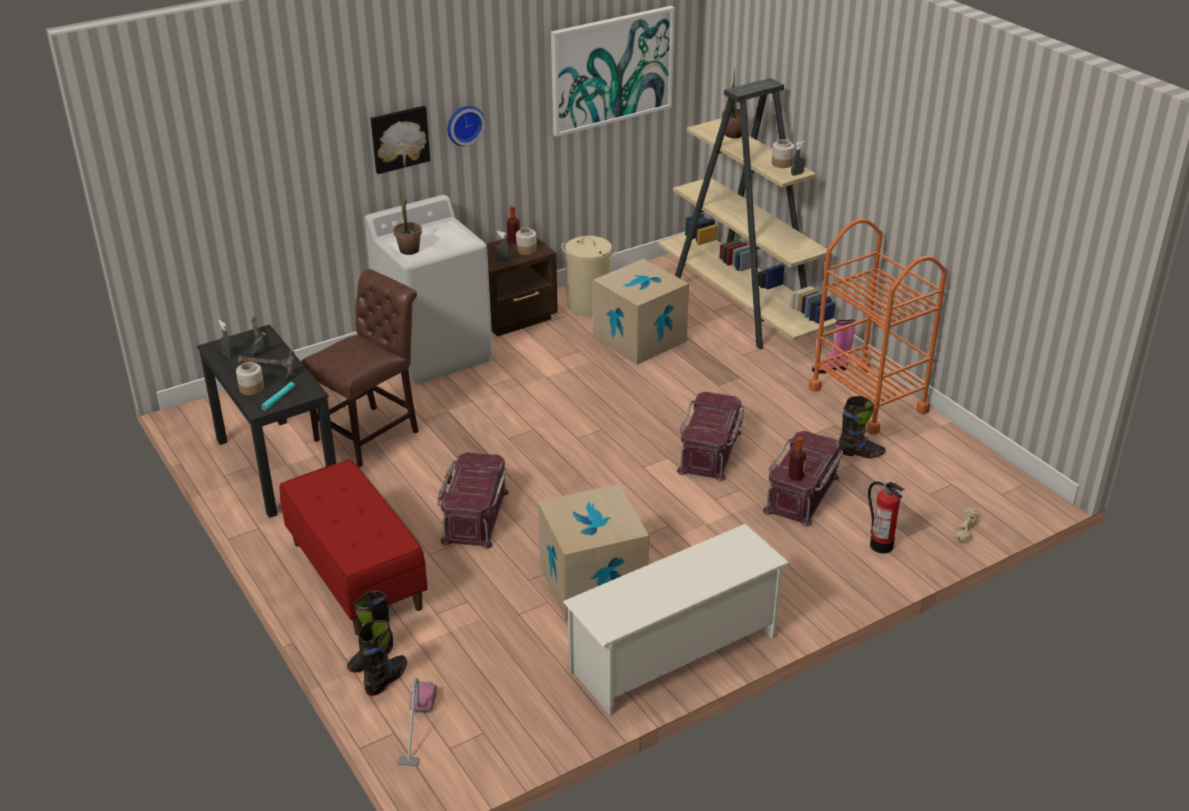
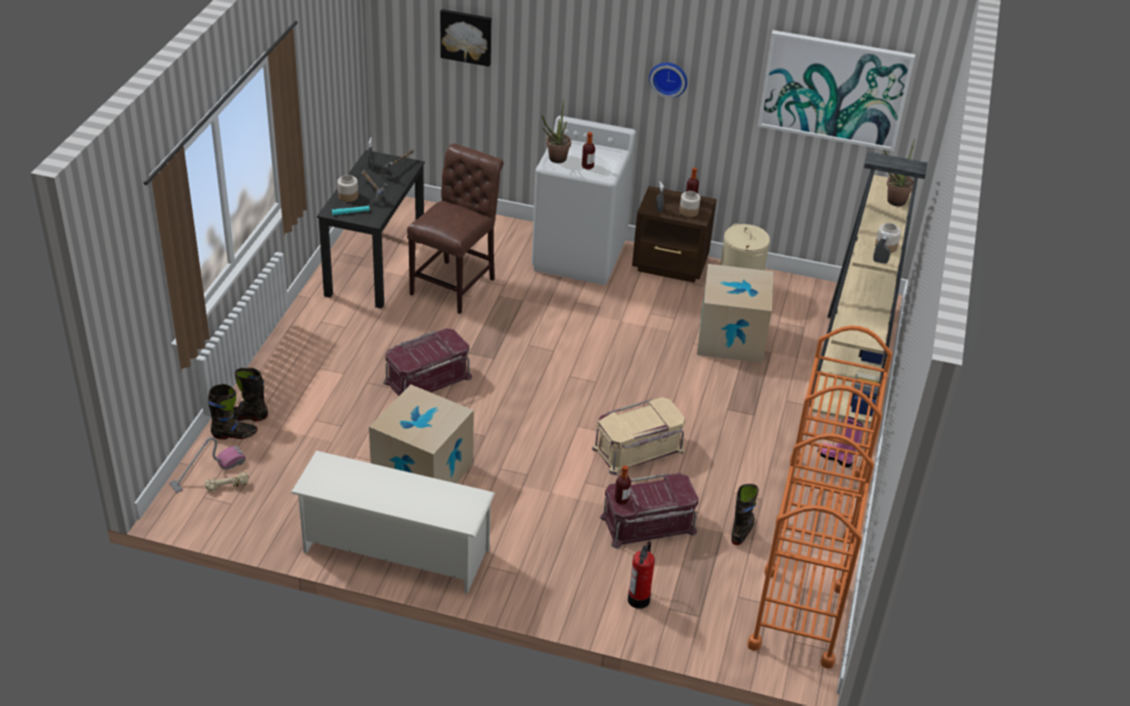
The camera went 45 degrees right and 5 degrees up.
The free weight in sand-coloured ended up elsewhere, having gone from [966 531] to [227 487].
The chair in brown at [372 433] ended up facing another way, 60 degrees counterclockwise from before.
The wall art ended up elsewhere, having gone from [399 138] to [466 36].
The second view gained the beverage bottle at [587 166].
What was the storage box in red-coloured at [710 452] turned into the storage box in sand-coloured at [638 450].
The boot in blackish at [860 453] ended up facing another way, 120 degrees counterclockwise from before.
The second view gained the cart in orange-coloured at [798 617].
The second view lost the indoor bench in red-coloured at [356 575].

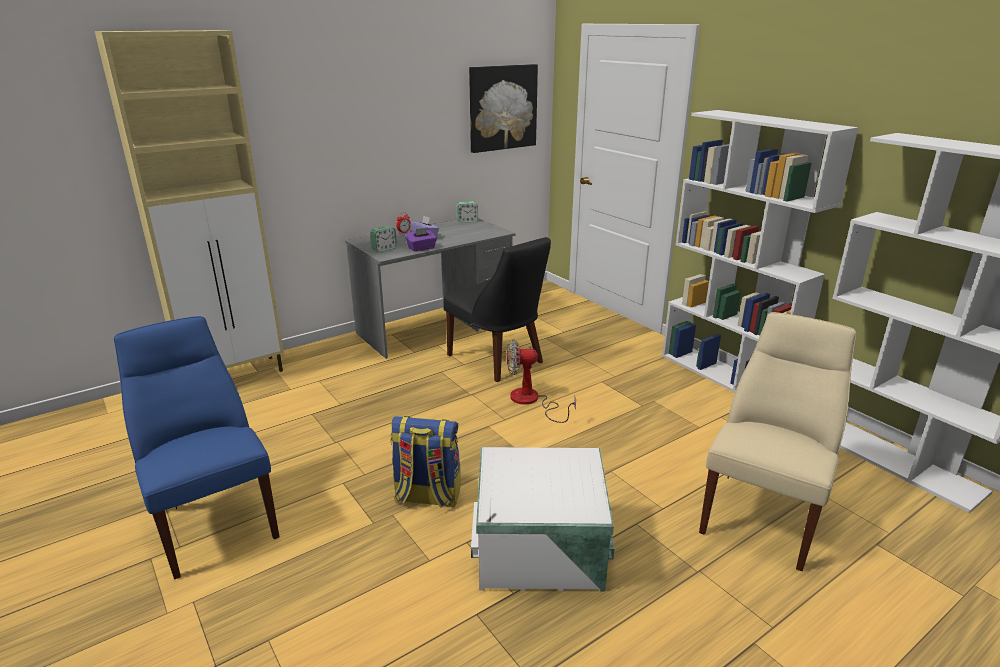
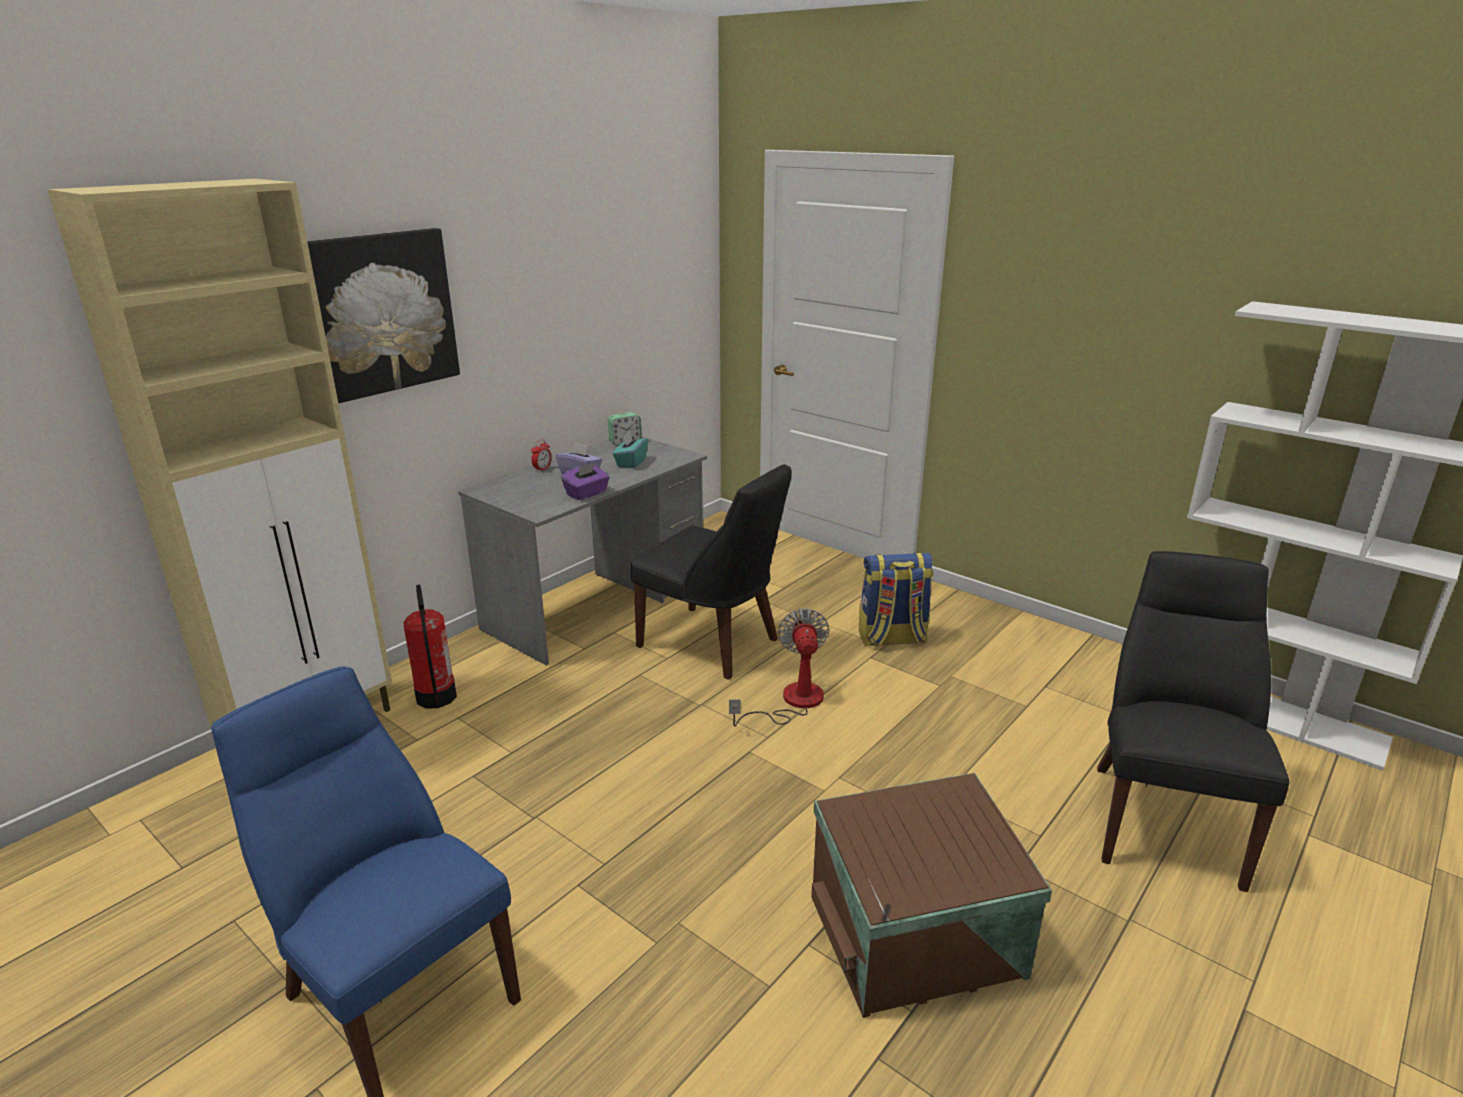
The camera went 15 degrees left and 0 degrees up.
The wall art ended up elsewhere, having gone from [502 107] to [380 313].
The second view gained the fire extinguisher at [436 697].
The second view gained the box of tissues in turquoise at [631 462].
The cooling fan at [531 401] ended up facing another way, 105 degrees clockwise from before.
What was the storage box in white-coloured at [541 553] turned into the storage box in brown at [919 938].
The rucksack ended up elsewhere, having gone from [427 496] to [891 639].
What was the chair in sand-coloured at [763 513] turned into the chair in blackish at [1163 818].
The second view lost the bedside clock at [384 249].
The second view lost the bookcase in white-coloured at [726 376].

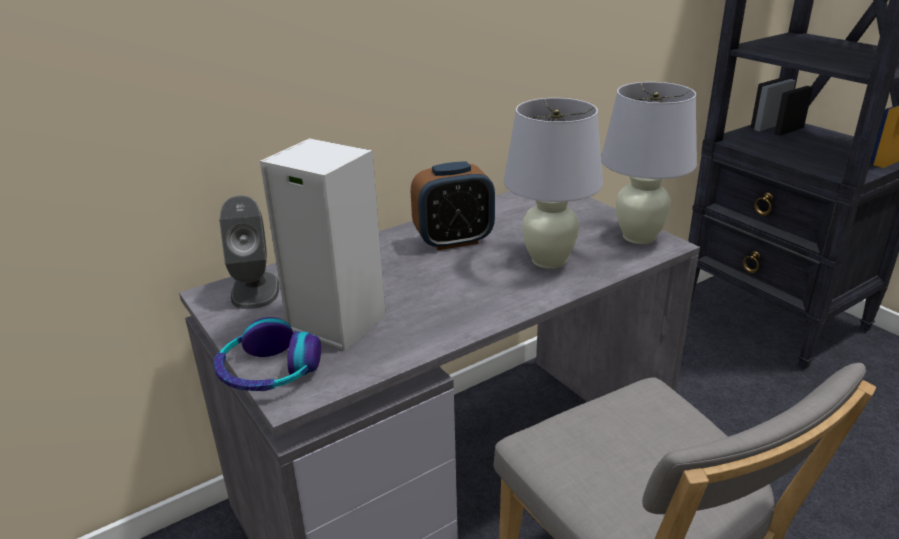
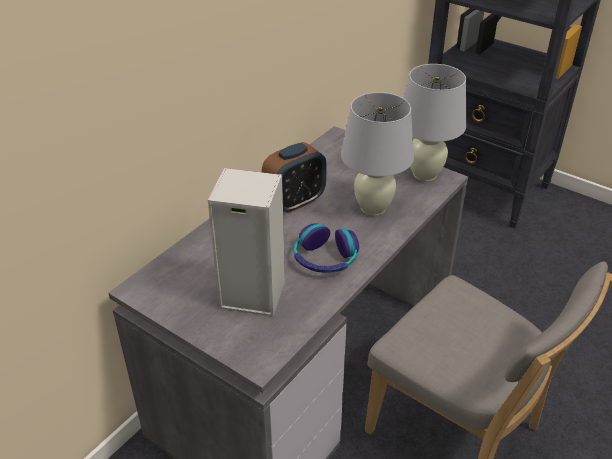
The camera went 20 degrees left and 10 degrees up.
The headset ended up elsewhere, having gone from [268 372] to [325 258].
The second view lost the speaker in greyish at [255 290].

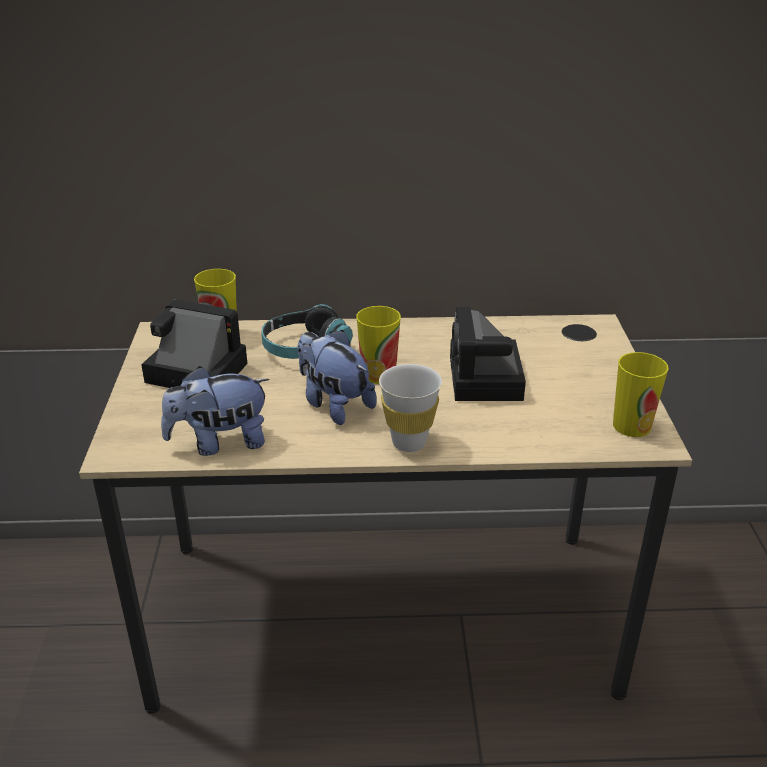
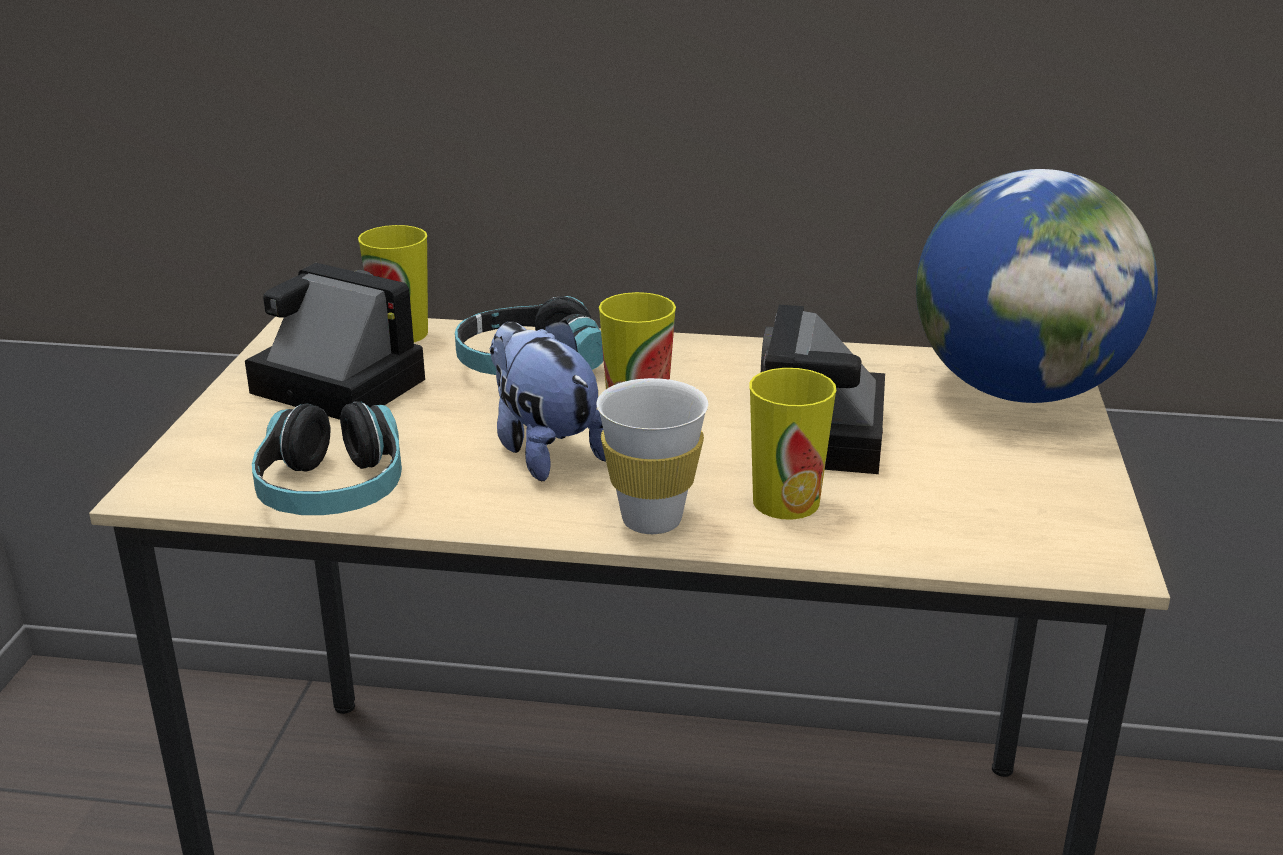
The camera went 10 degrees right and 5 degrees down.
Where the soft toy stood at [220 443], the headset came to stand at [332 490].
The cup ended up elsewhere, having gone from [631 426] to [786 502].
The second view gained the world globe at [1018 390].

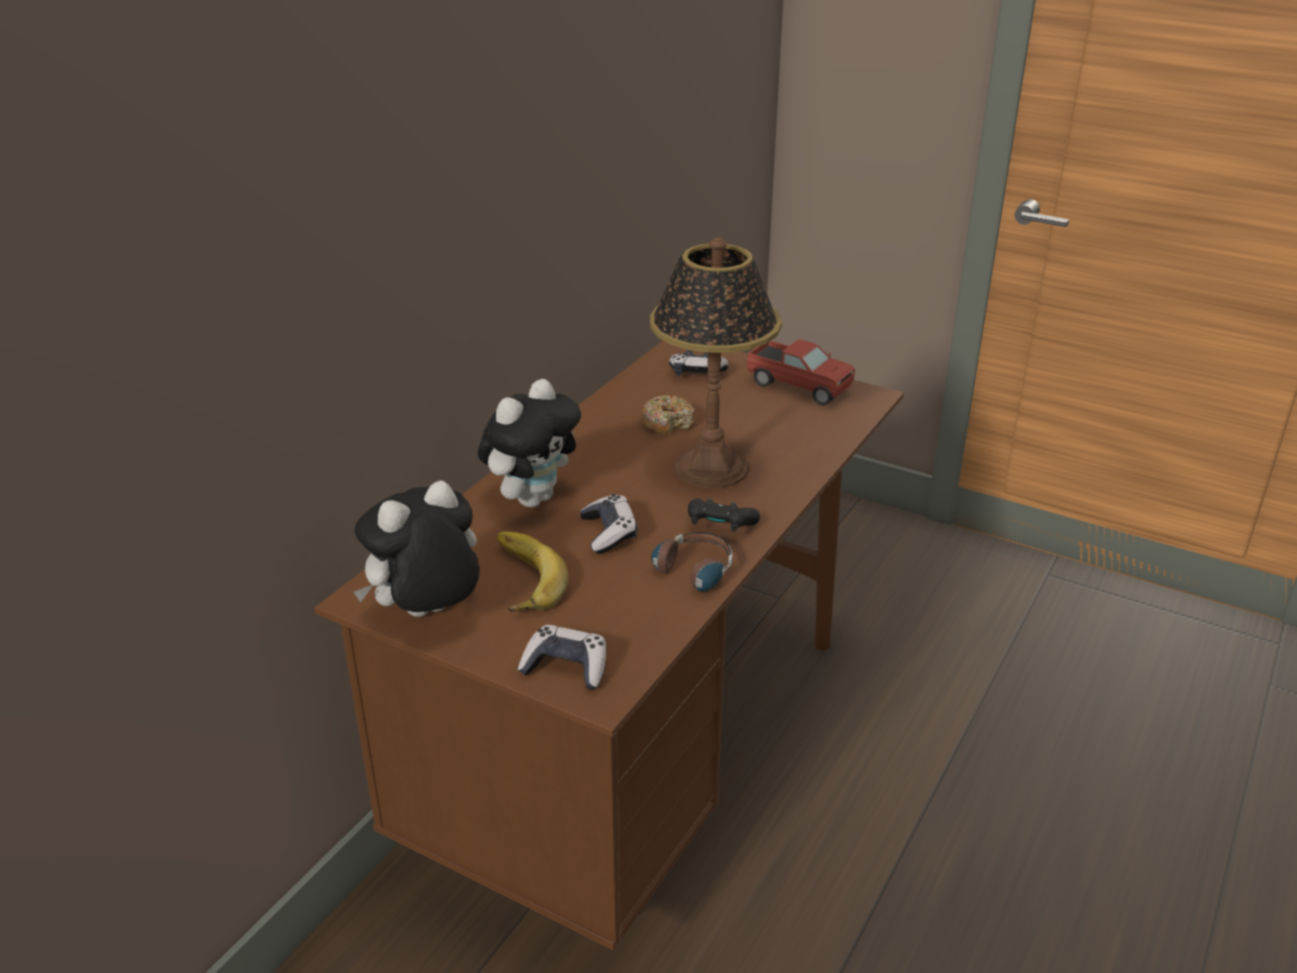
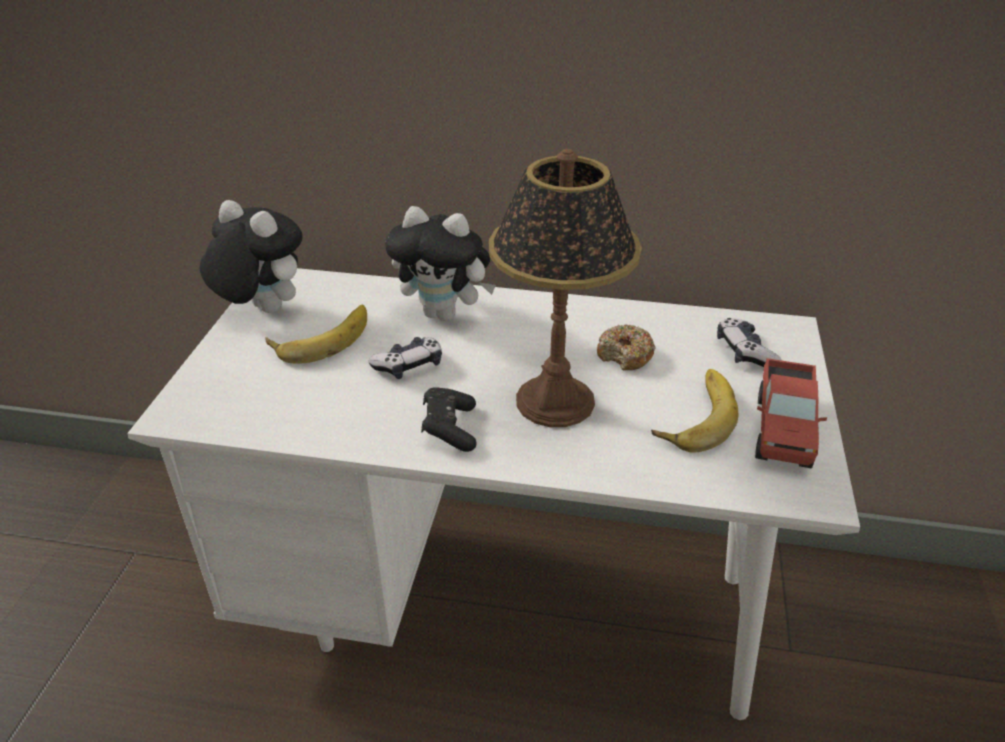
The camera went 70 degrees right and 5 degrees up.
What was the desk table in brown at [647 756] turned into the desk table in white-coloured at [503 605].
The second view gained the banana at [693 415].
The second view lost the gamepad at [566 668].
The second view lost the headset at [687 577].

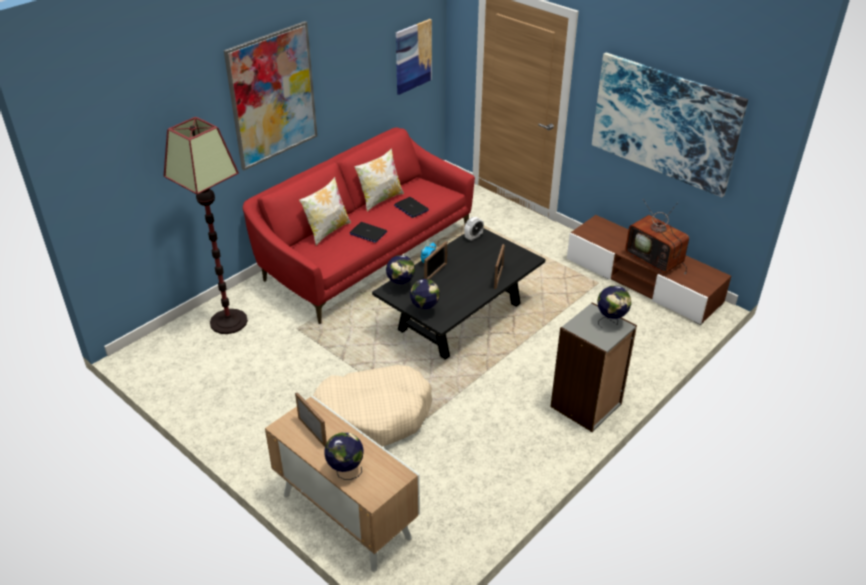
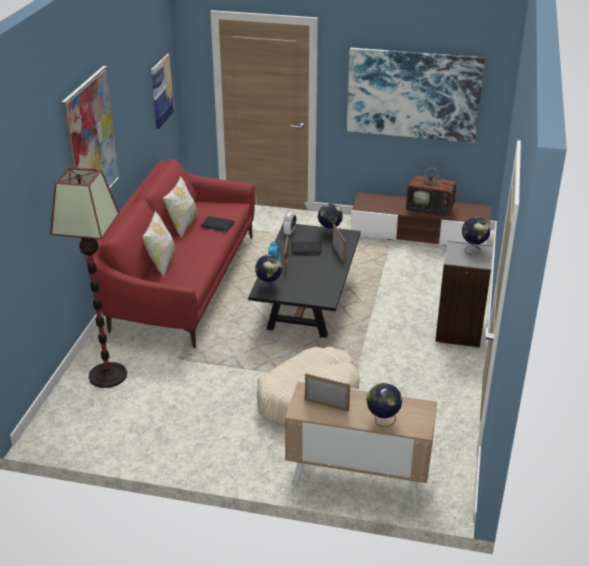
The camera went 30 degrees left and 5 degrees down.
The portable computer ended up elsewhere, having gone from [368 233] to [306 249].
The world globe ended up elsewhere, having gone from [424 312] to [329 232].

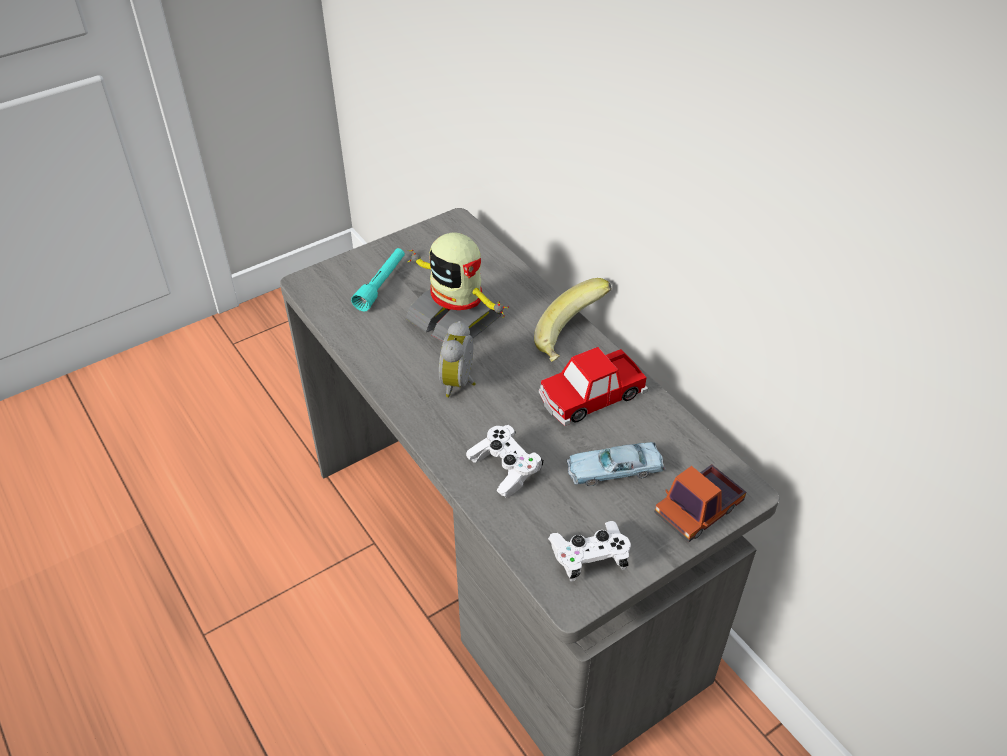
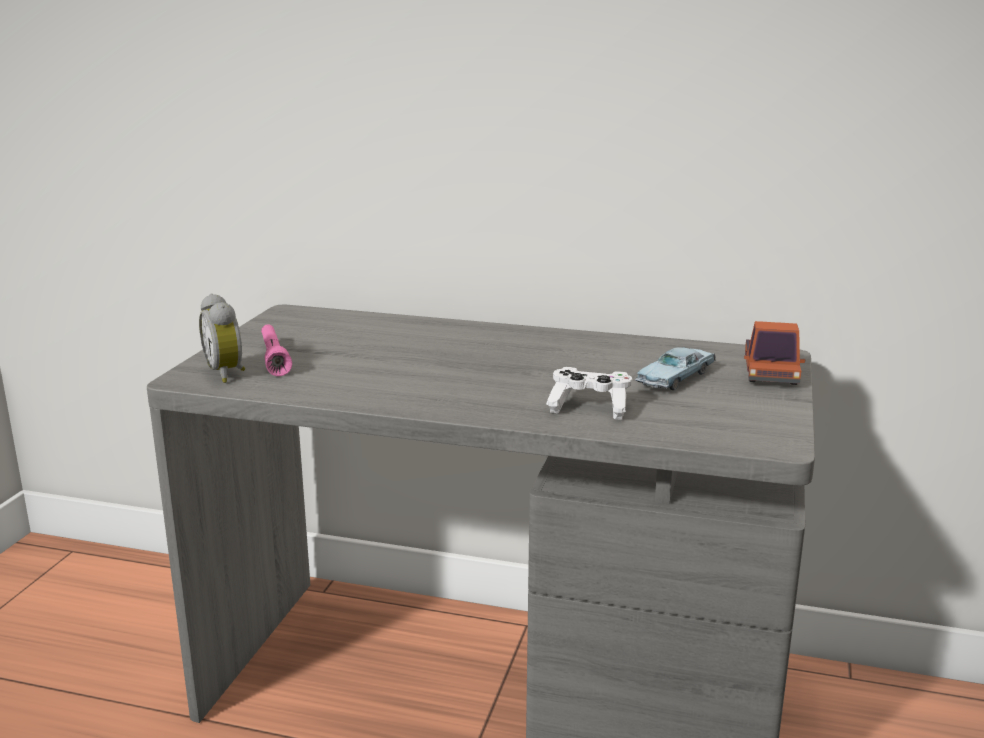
The camera went 40 degrees left and 25 degrees down.
The bedside clock ended up elsewhere, having gone from [460 383] to [228 373].
What was the hand torch in turquoise at [381 285] turned into the hand torch in pink-coloured at [274 358].
The second view lost the robot figure at [456 318].
The second view lost the banana at [572 340].
The second view lost the toy car at [591 396].
The second view lost the gamepad in white-coloured at [589 558].

